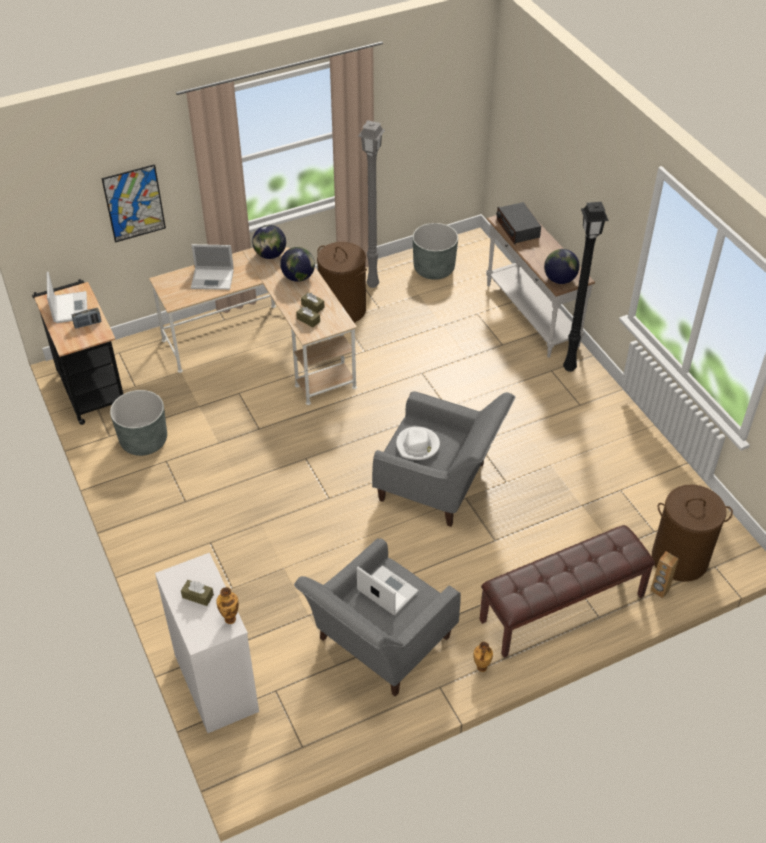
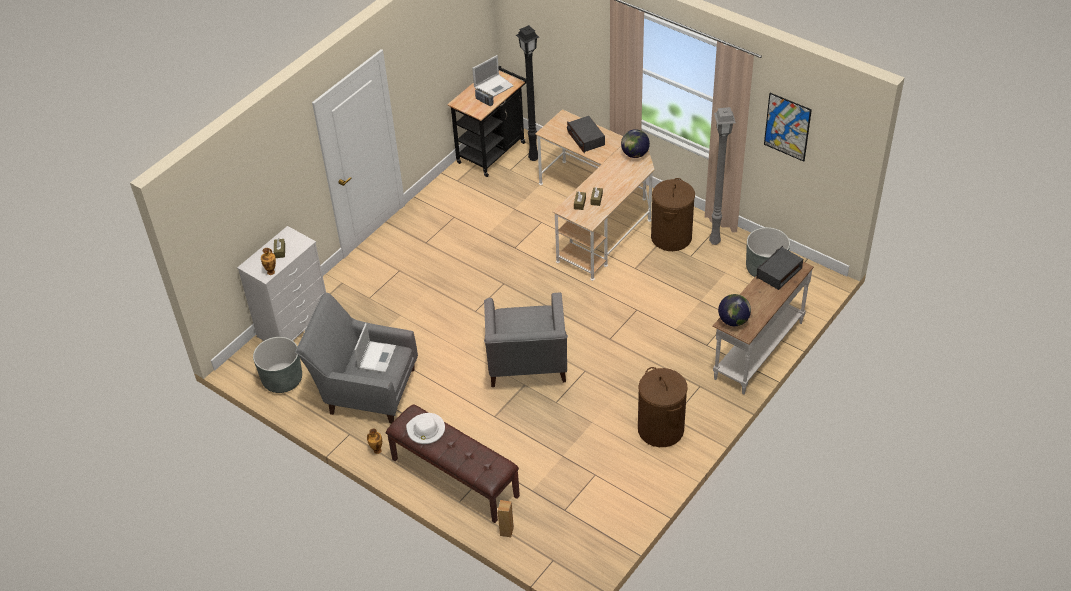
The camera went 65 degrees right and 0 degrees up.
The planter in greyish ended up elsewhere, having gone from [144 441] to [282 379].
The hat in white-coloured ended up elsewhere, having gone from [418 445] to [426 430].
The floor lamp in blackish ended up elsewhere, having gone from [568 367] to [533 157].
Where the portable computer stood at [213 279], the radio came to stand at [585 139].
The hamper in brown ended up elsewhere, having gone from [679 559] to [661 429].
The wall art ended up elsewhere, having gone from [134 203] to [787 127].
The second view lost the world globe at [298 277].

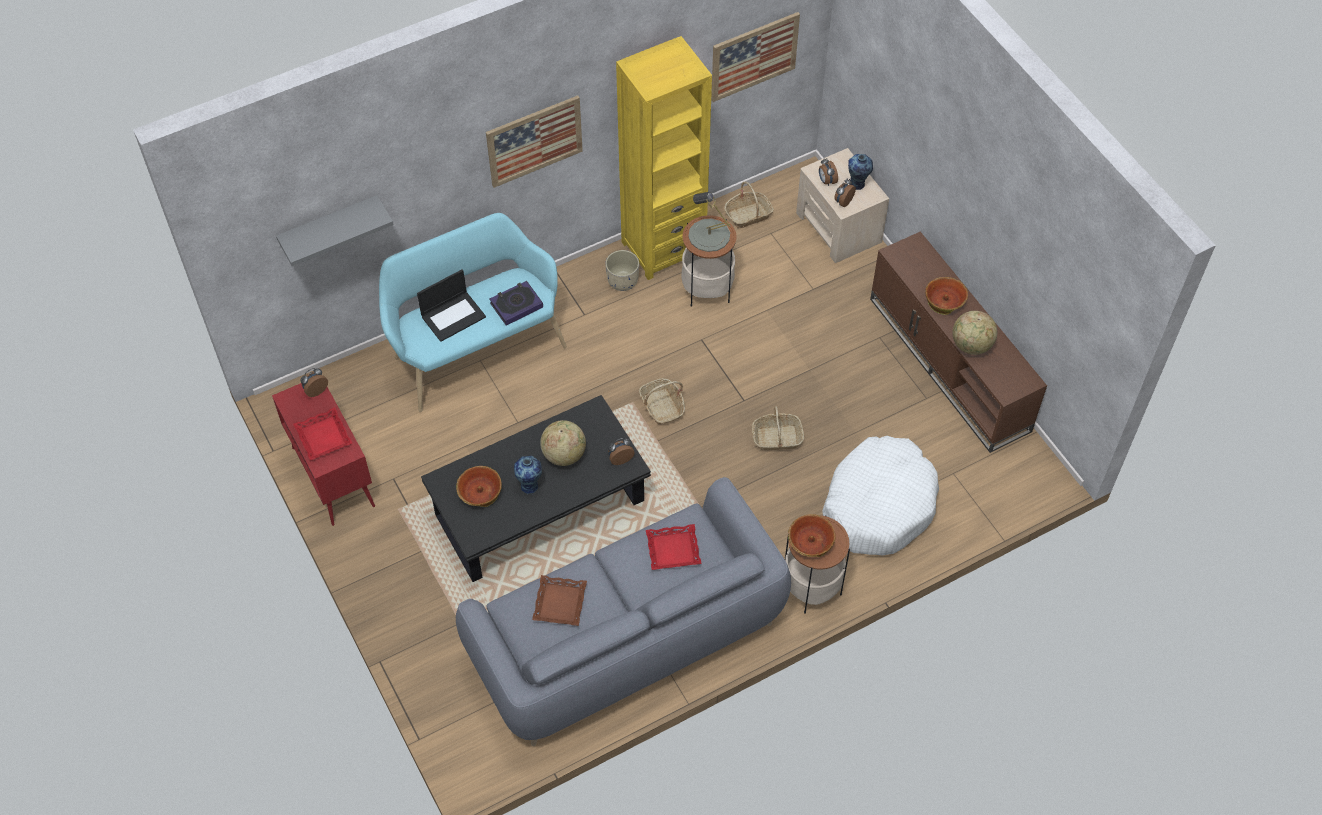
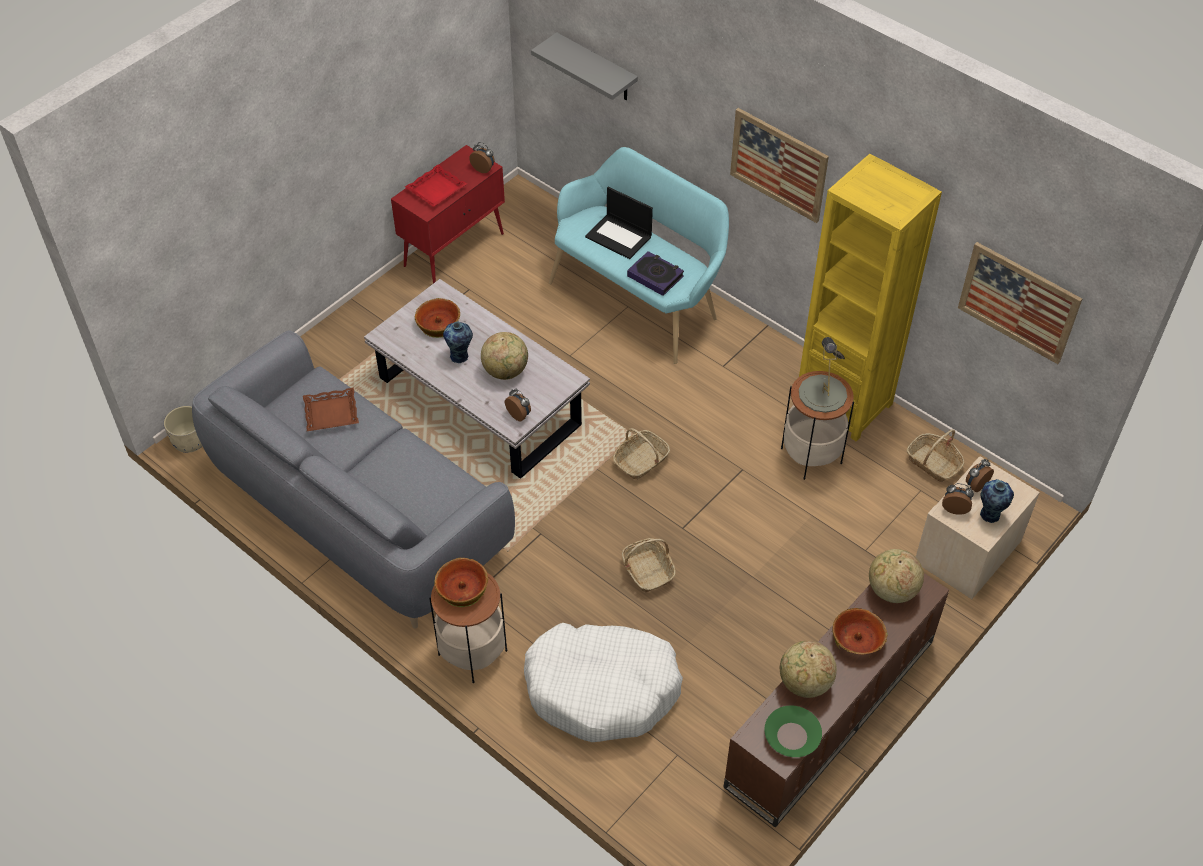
The camera went 70 degrees right and 5 degrees down.
The planter in sand-coloured ended up elsewhere, having gone from [622 281] to [189 441].
What was the coffee table in blackish at [539 508] turned into the coffee table in white-coloured at [479 401].
The second view gained the deep dish in greenish at [792 736].
The second view gained the world globe at [891 590].
The second view lost the tray in red-coloured at [673 550].

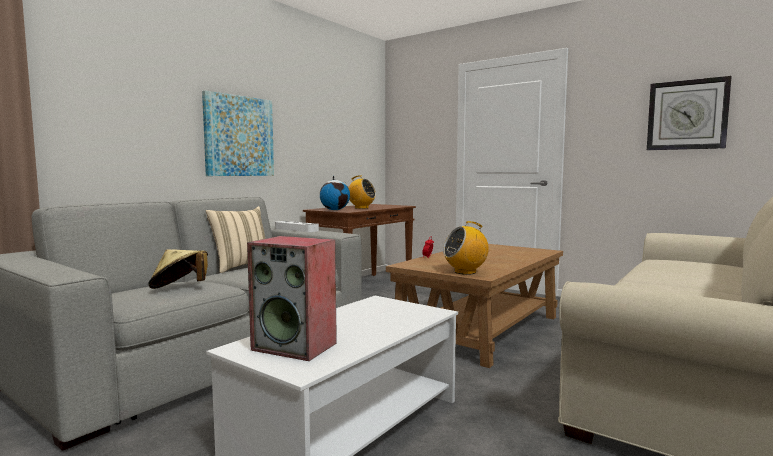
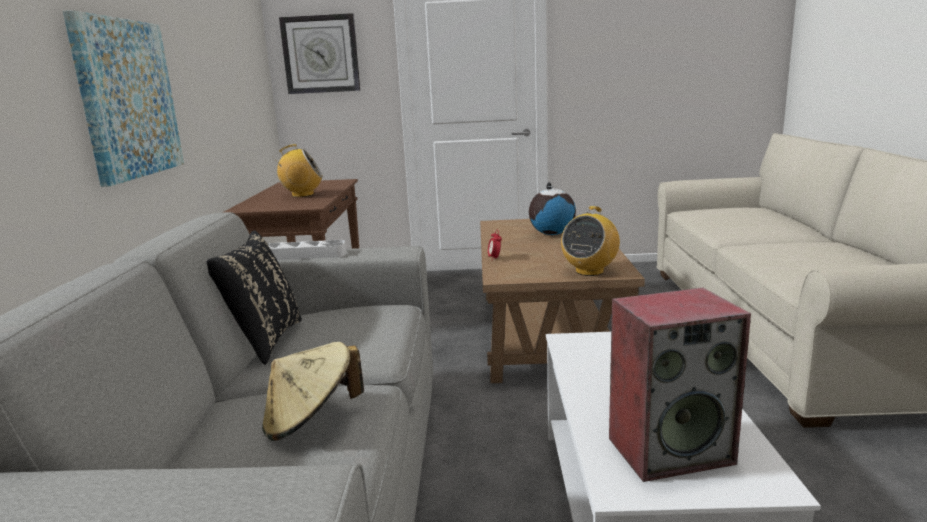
The camera went 35 degrees left and 10 degrees up.
What was the pillow in sand-coloured at [241 266] turned into the pillow in blackish at [264 341].
The clock on the wall ended up elsewhere, having gone from [687 115] to [321 54].
The world globe ended up elsewhere, having gone from [335 210] to [551 234].

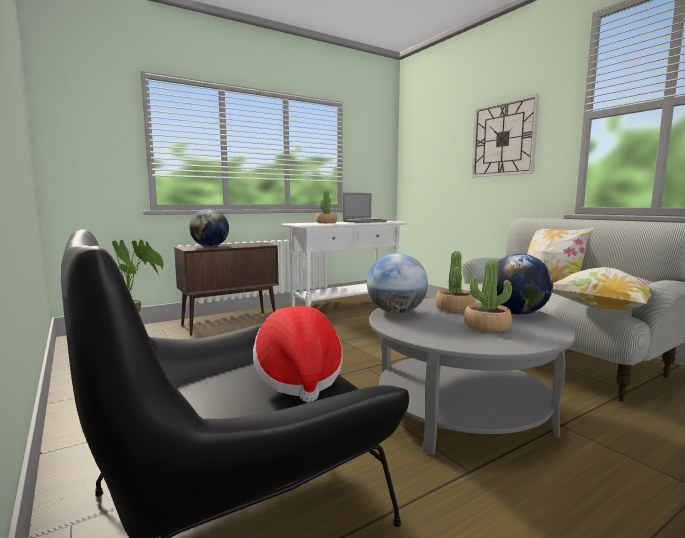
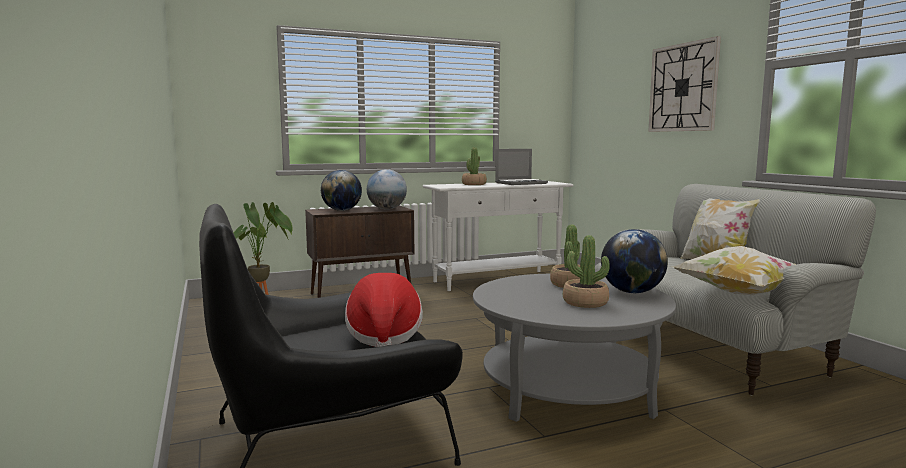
The camera went 10 degrees right and 0 degrees up.
The world globe ended up elsewhere, having gone from [396 312] to [387 209].

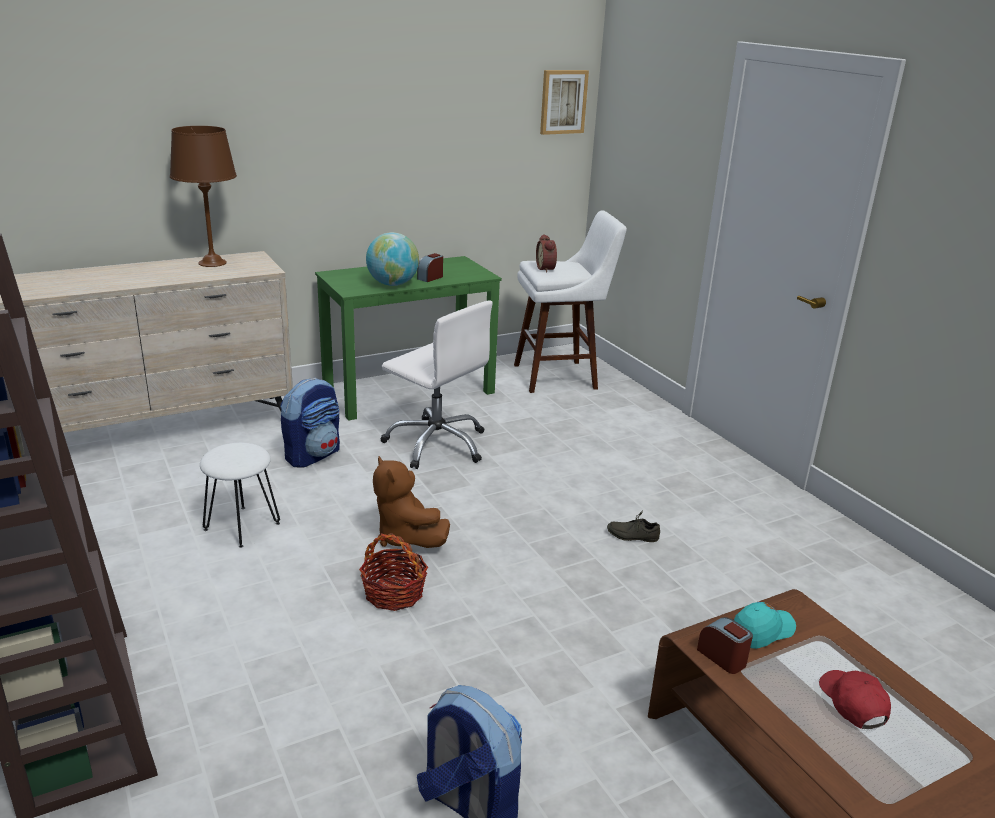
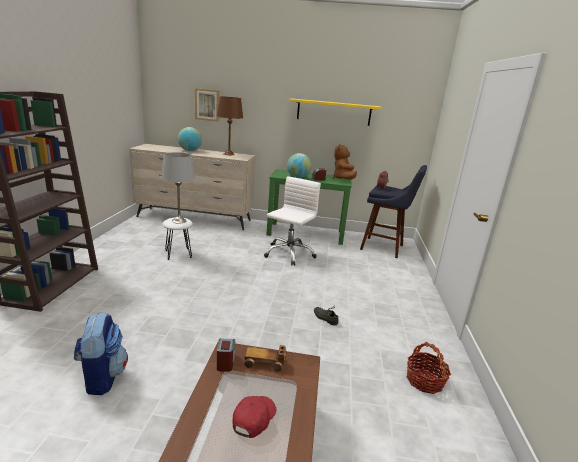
The camera went 35 degrees right and 5 degrees down.
The second view gained the lamp for a table in greyish at [179 221].
The second view gained the world globe at [190 150].
The wall art ended up elsewhere, having gone from [563 102] to [207 105].
Where the baseball cap in turquoise stood at [762 631], the toy car came to stand at [265 363].
The office chair in white-coloured at [437 444] ended up facing another way, 135 degrees counterclockwise from before.
The second view gained the shelf in yellow-coloured at [333 112].
The soft toy in brown ended up elsewhere, having gone from [406 537] to [343 179].
What was the sitting stool in white-coloured at [561 376] turned into the sitting stool in blue-coloured at [385 248].
The household basket ended up elsewhere, having gone from [393 593] to [424 381].
The second view lost the rucksack at [313 455].

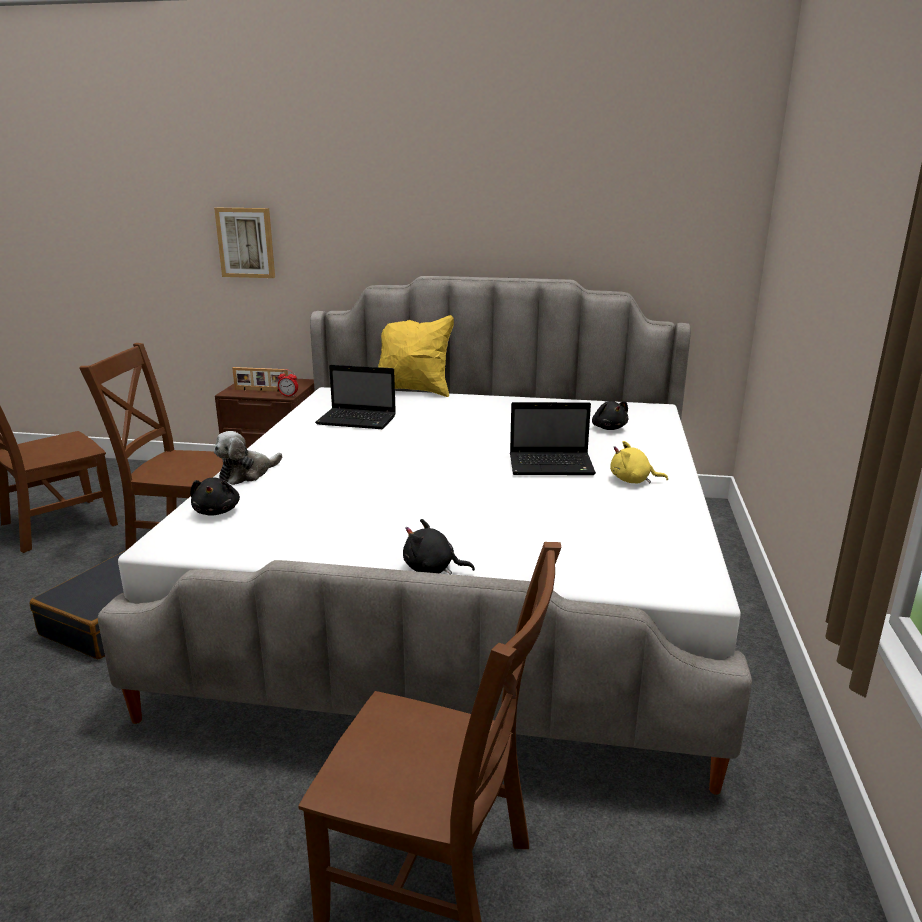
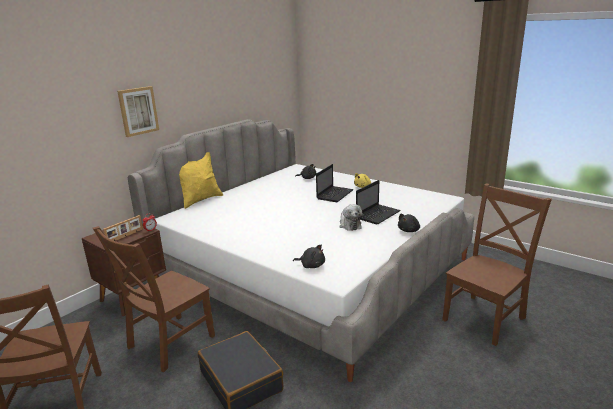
The camera went 60 degrees left and 0 degrees up.
The wall art ended up elsewhere, having gone from [246 242] to [138 111].
The soft toy ended up elsewhere, having gone from [247 474] to [349 225].
The portable computer ended up elsewhere, having gone from [358 420] to [378 214].

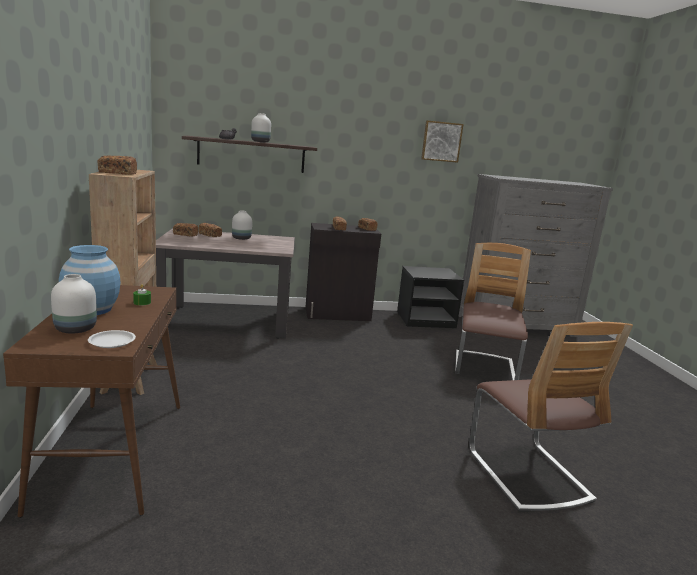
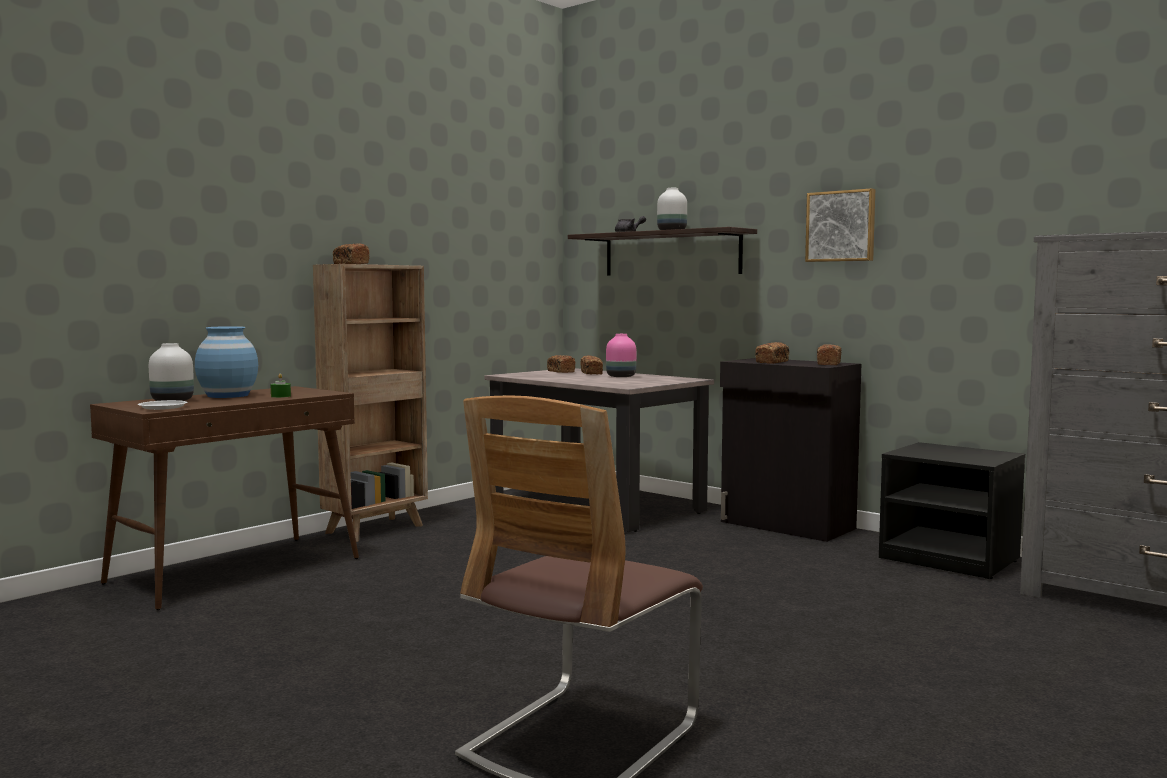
The camera went 50 degrees right and 10 degrees down.
What was the decorative vase in white-coloured at [242 238] turned into the decorative vase in pink-coloured at [621 377].
The wall art ended up elsewhere, having gone from [441 141] to [841 226].
The second view lost the chair at [484 368].

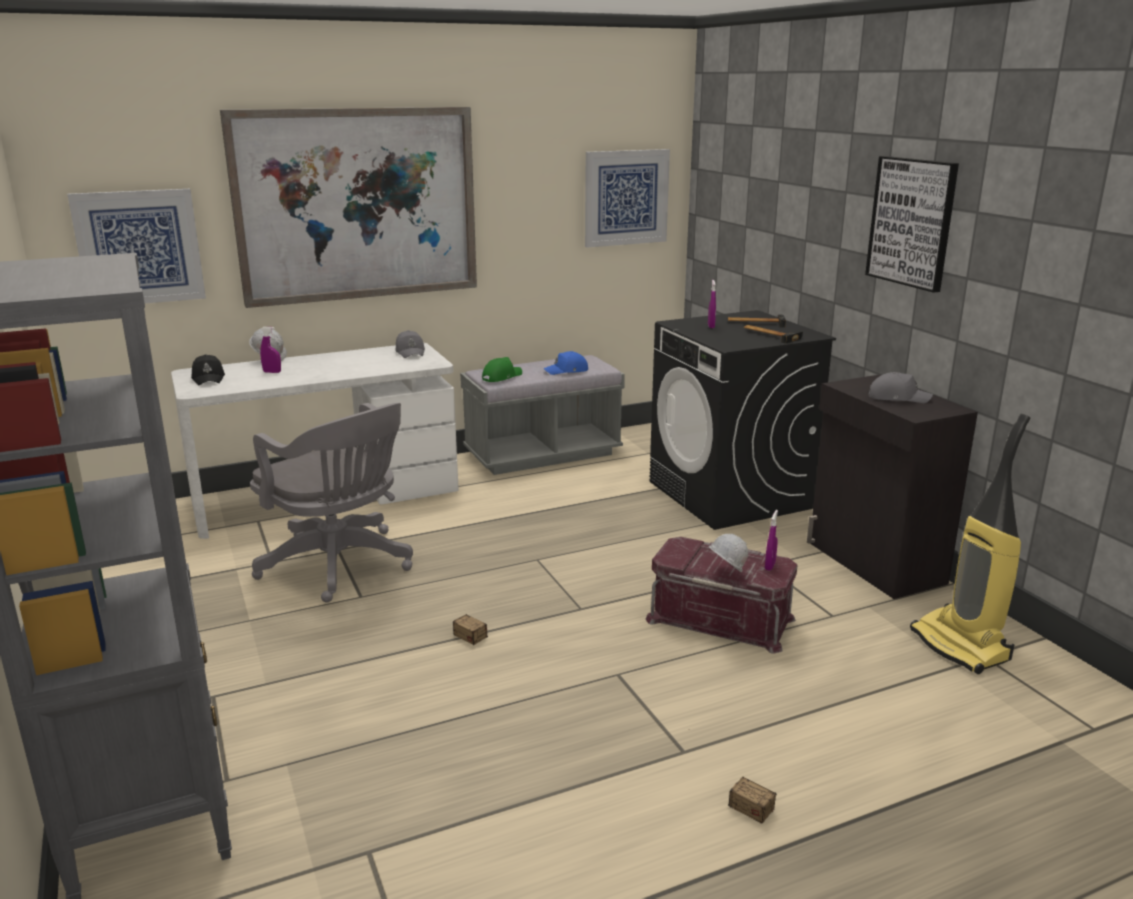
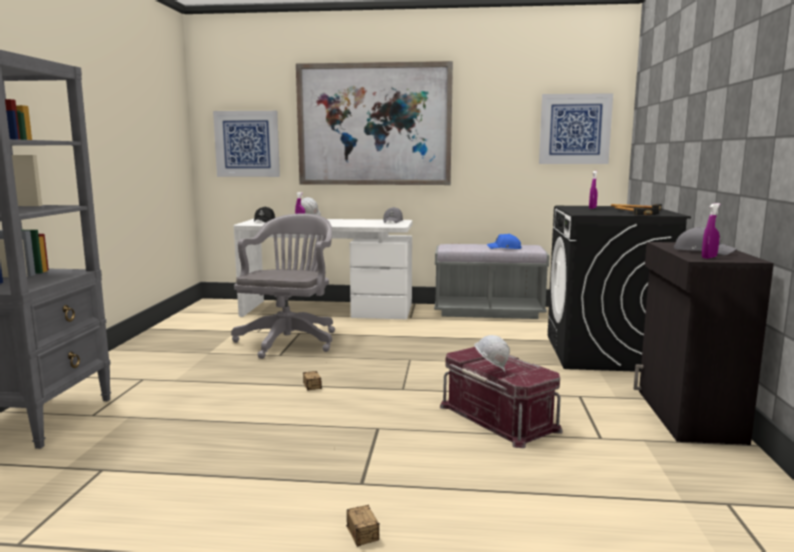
The camera went 30 degrees right and 10 degrees down.
The office chair in greyish at [341 566] ended up facing another way, 150 degrees counterclockwise from before.
The hand sprayer in purple-coloured ended up elsewhere, having gone from [770 566] to [709 257].
The second view lost the baseball cap in greenish at [501 377].
The second view lost the wall art at [912 222].
The second view lost the vacuum cleaner at [961 646].

